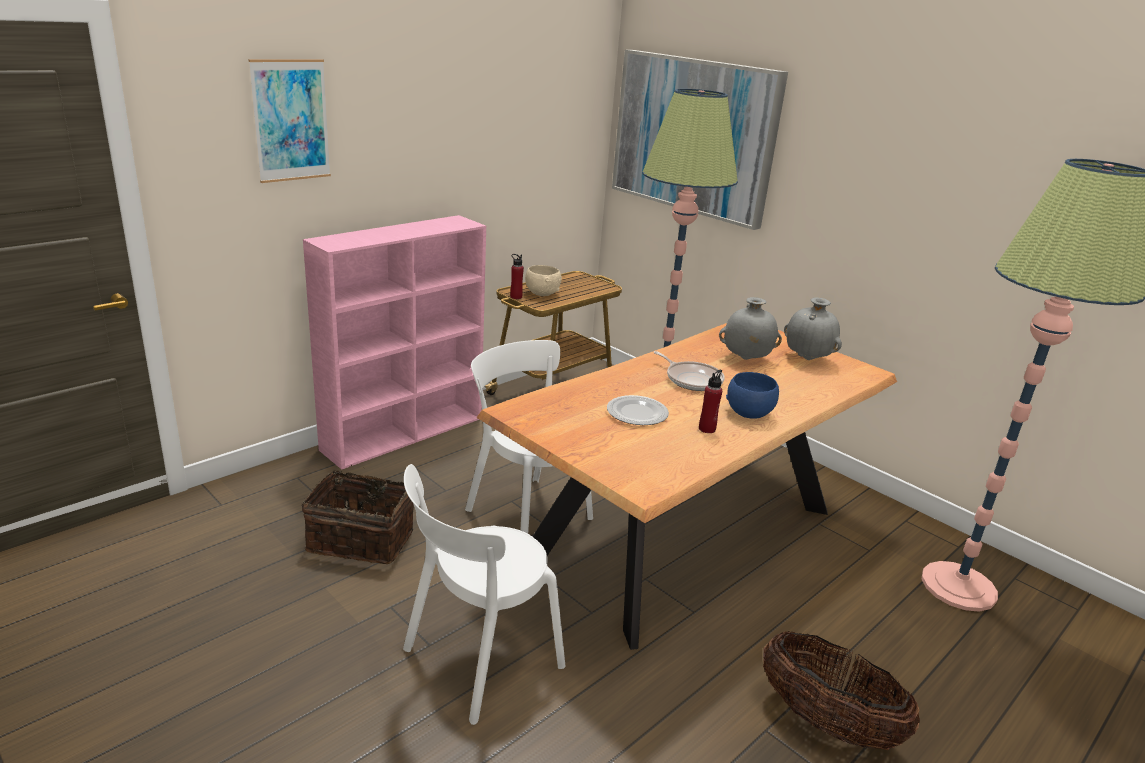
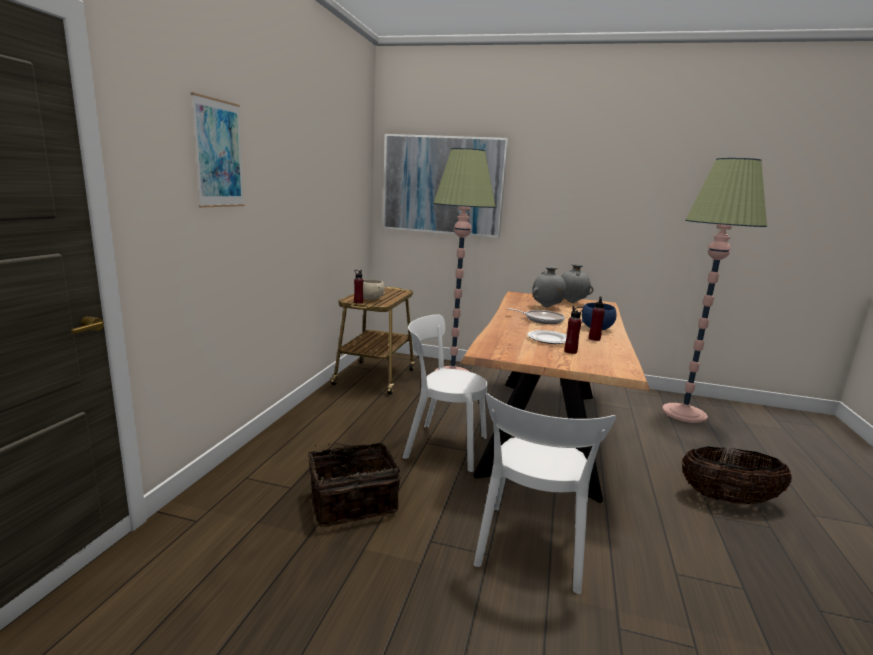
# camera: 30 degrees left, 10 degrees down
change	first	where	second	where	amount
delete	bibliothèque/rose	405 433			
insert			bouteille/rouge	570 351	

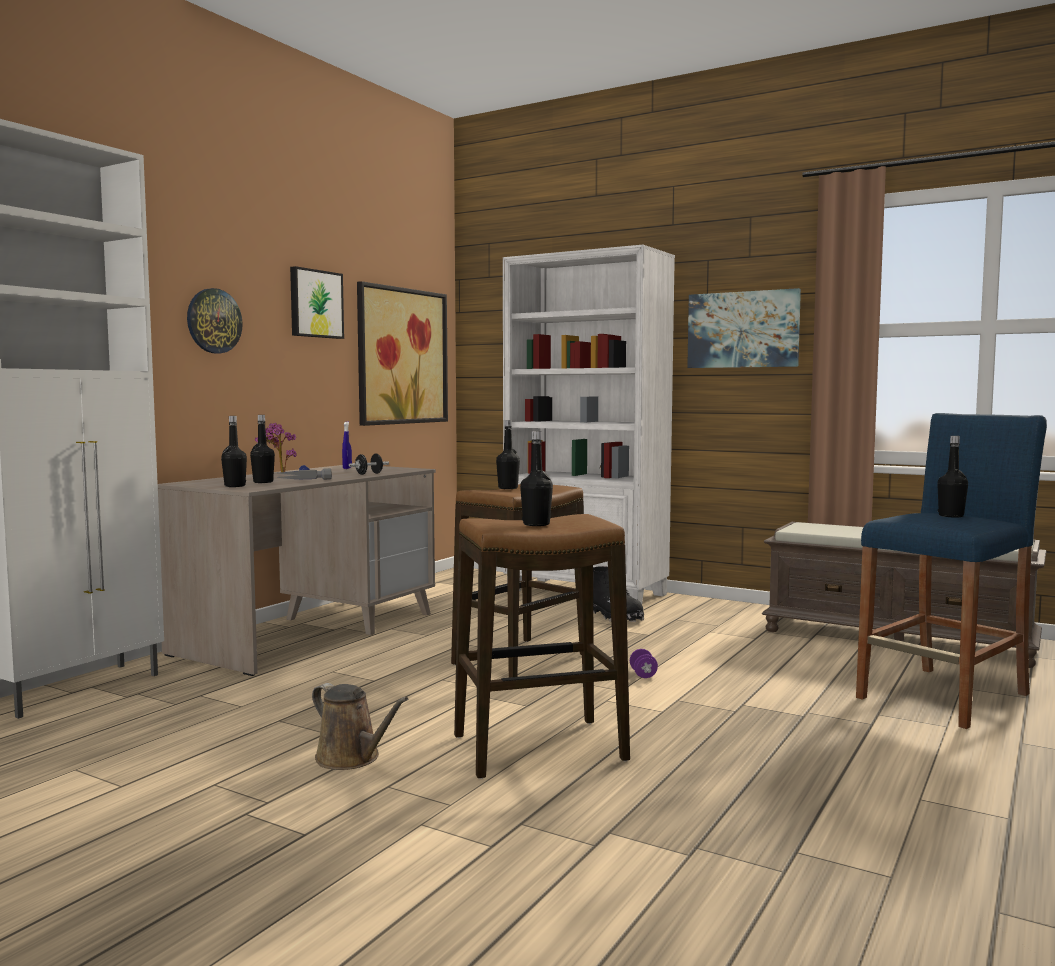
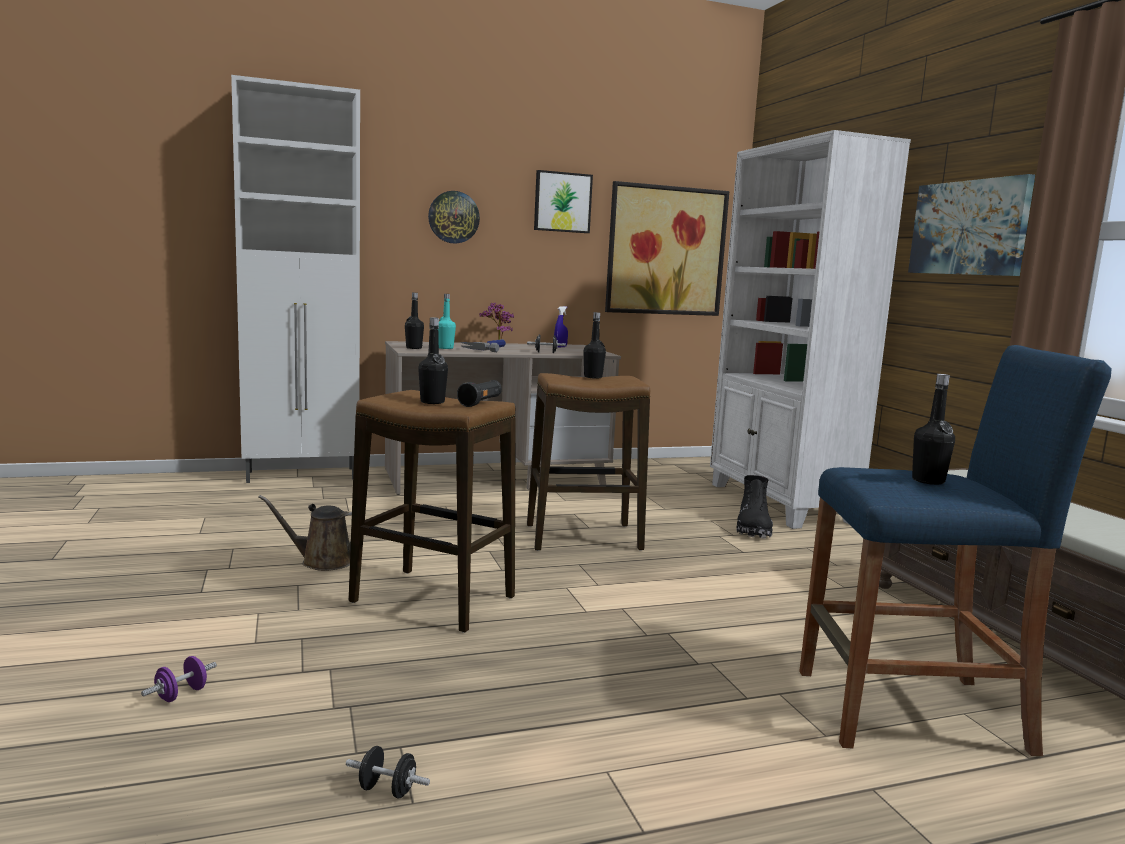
# camera: 40 degrees right, 5 degrees up
change	first	where	second	where	amount
insert			haltère/noir	387 790	
insert			lampe de poche/noir	481 403	
move	haltère/violet	643 675		181 694	
recolor	bouteille/noir	263 482	bouteille/turquoise	445 348	
rotate	arrosoir/marron	352 758		322 561	105 degrees clockwise

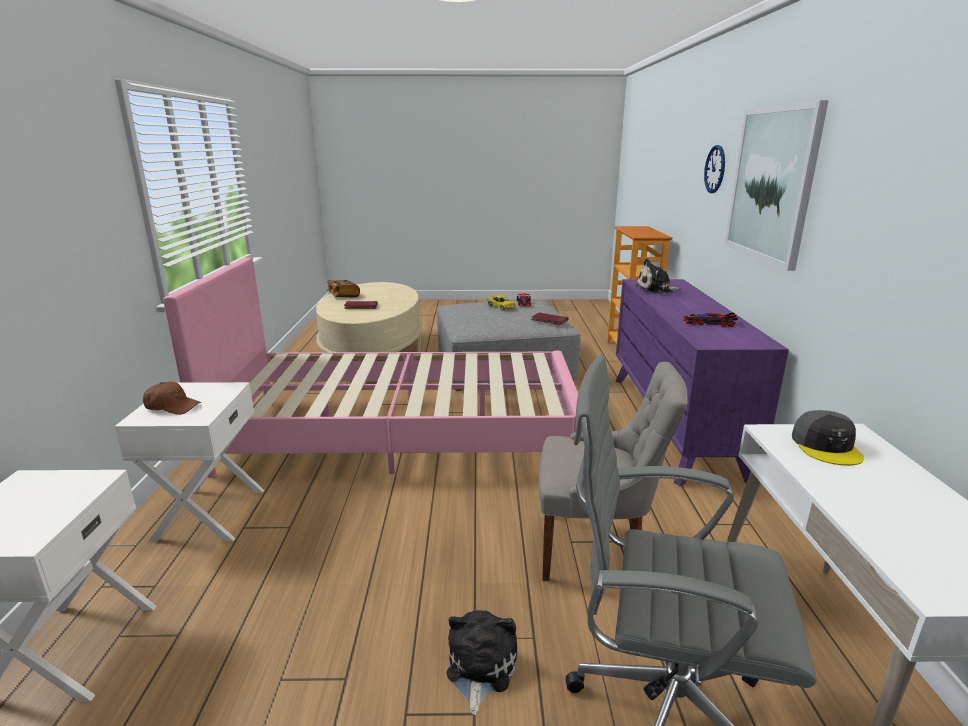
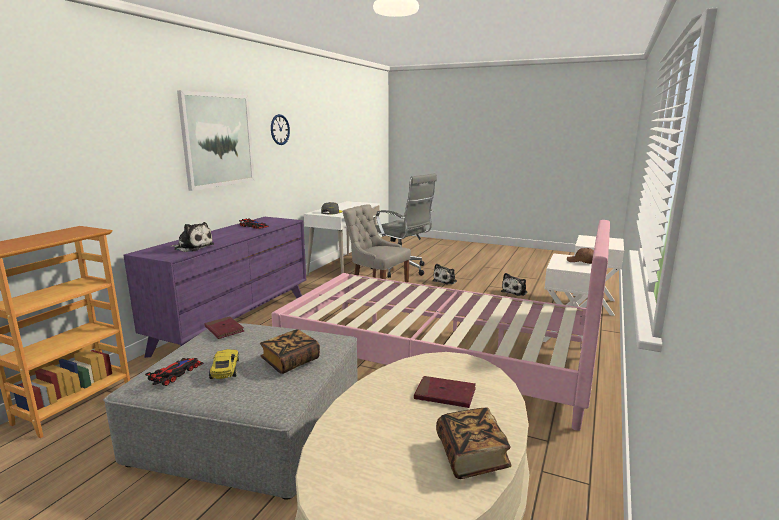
# camera: 155 degrees left, 5 degrees down
change	first	where	second	where	amount
insert			livre	290 361	
insert			peluche	515 292	
move	horloge murale	715 169		280 129	

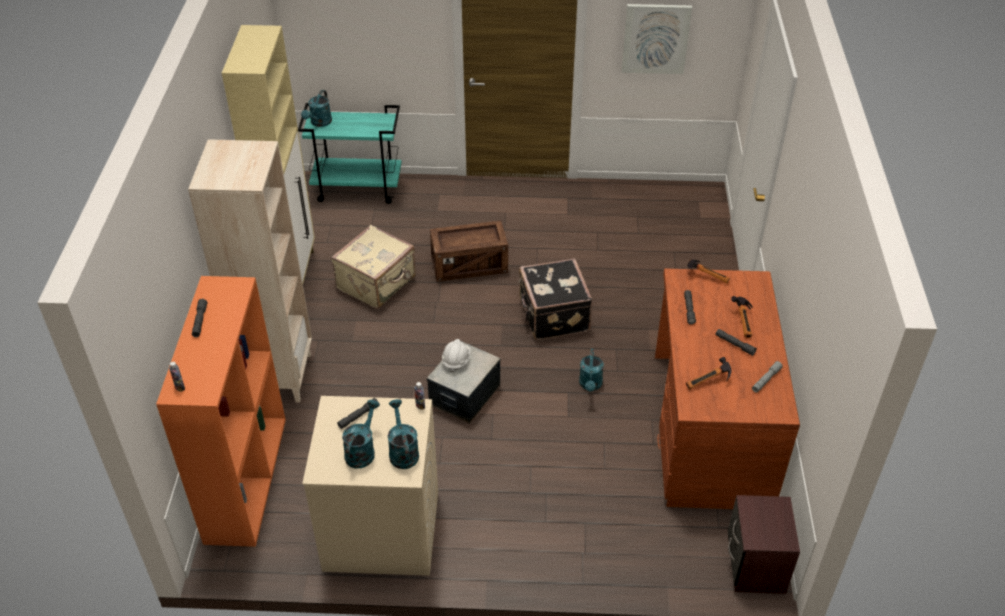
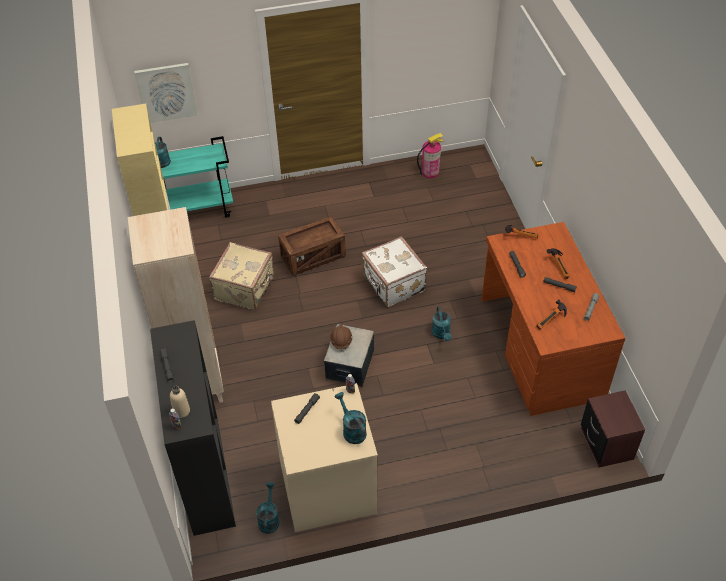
# camera: 15 degrees left, 5 degrees up
change	first	where	second	where	amount
insert			bouteille/beige	181 411	
insert			extincteur	430 172	
move	arrosoir/turquoise	362 450		269 518	
move	tableau	655 38		166 92	
recolor	bibliothèque/orange	245 478	bibliothèque/noir	205 474	
recolor	casque de chantier/blanc	456 360	casque de chantier/marron	341 341	
recolor	valise/noir	552 316	valise/blanc	393 284	

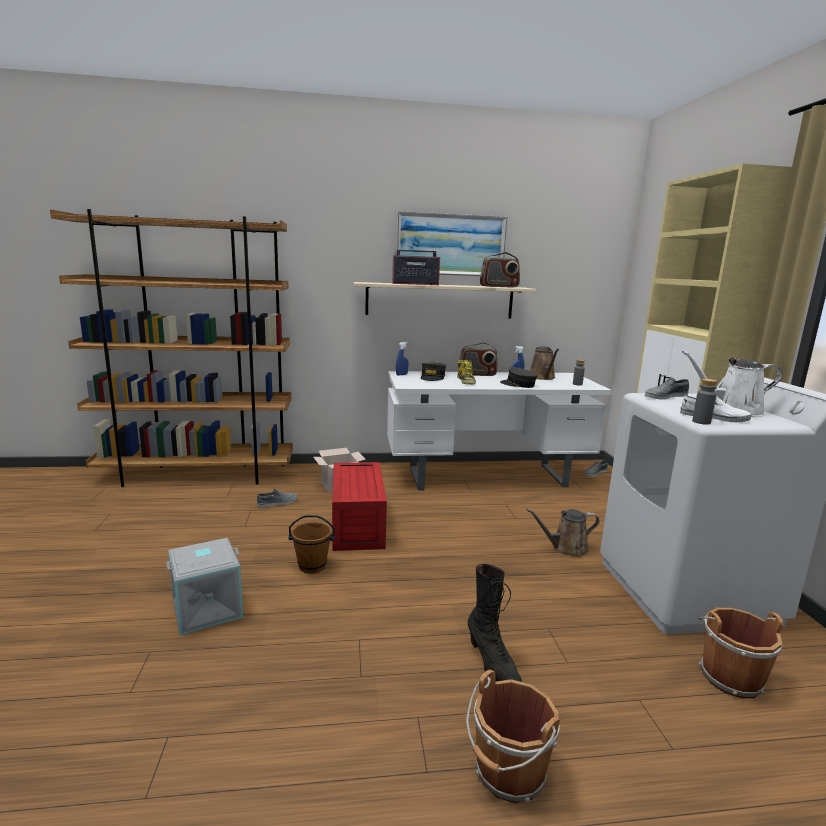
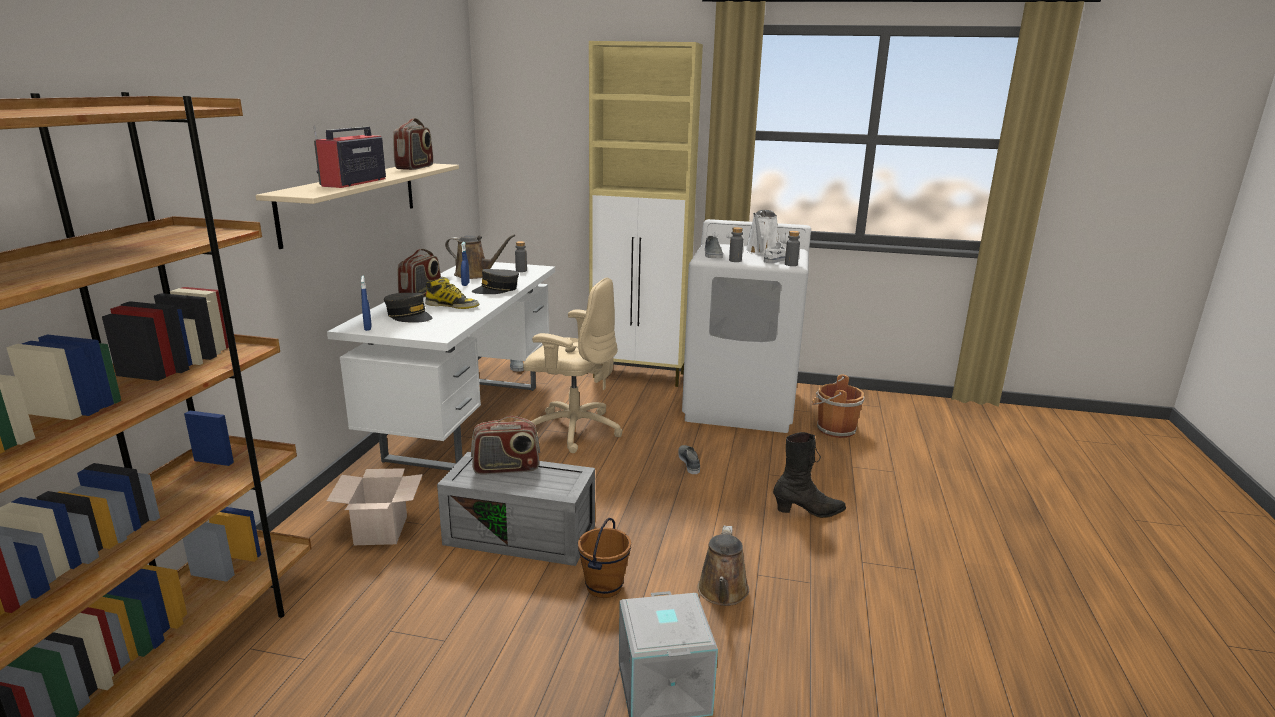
# camera: 70 degrees left, 5 degrees up
change	first	where	second	where	amount
delete	tableau	450 245			
delete	seau/marron	508 773			
insert			radio	506 468	
insert			chaise de bureau/beige	573 430	
insert			bouteille/gris	735 260	
move	chaussure/gris	277 502		689 462	
move	arrosoir/marron	566 548		722 593	
recolor	boîte de rangement/rouge	359 525	boîte de rangement/gris	523 534	

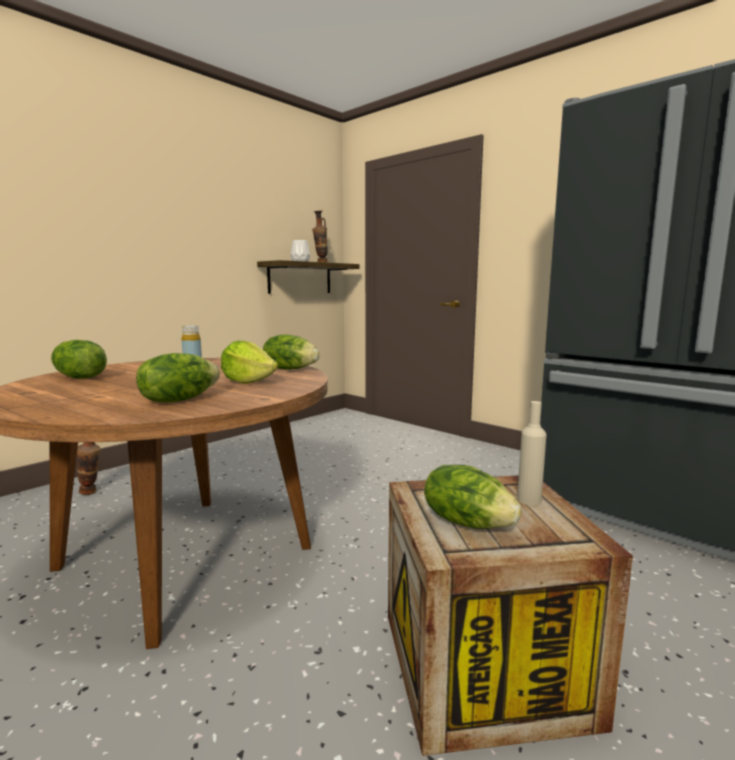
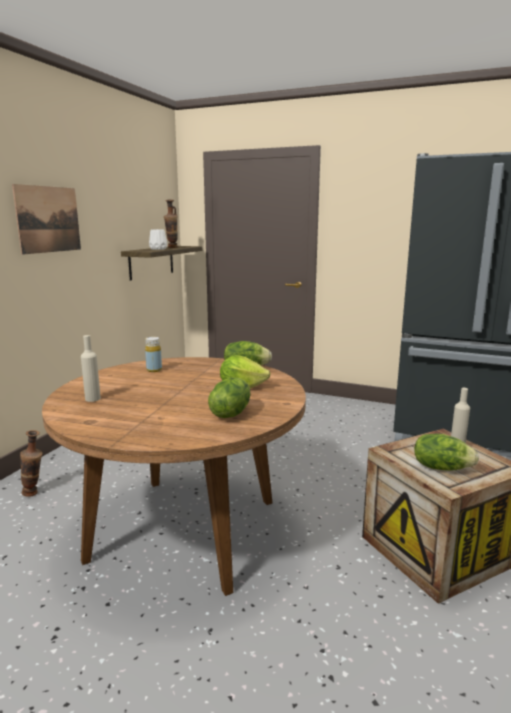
# camera: 20 degrees left, 5 degrees up
change	first	where	second	where	amount
insert			tableau	48 219	
replace	laitue	79 378	bouteille/beige	92 399	

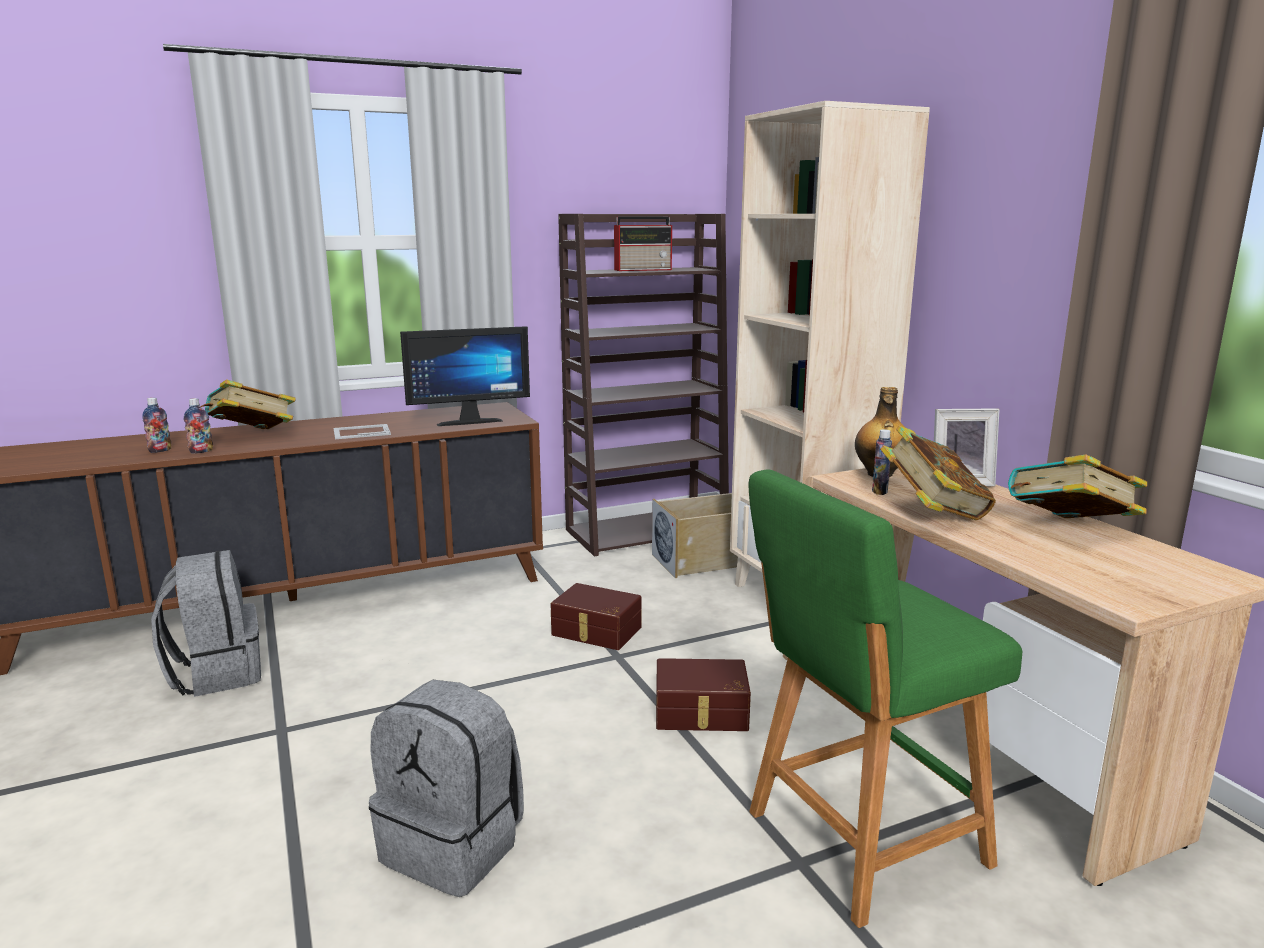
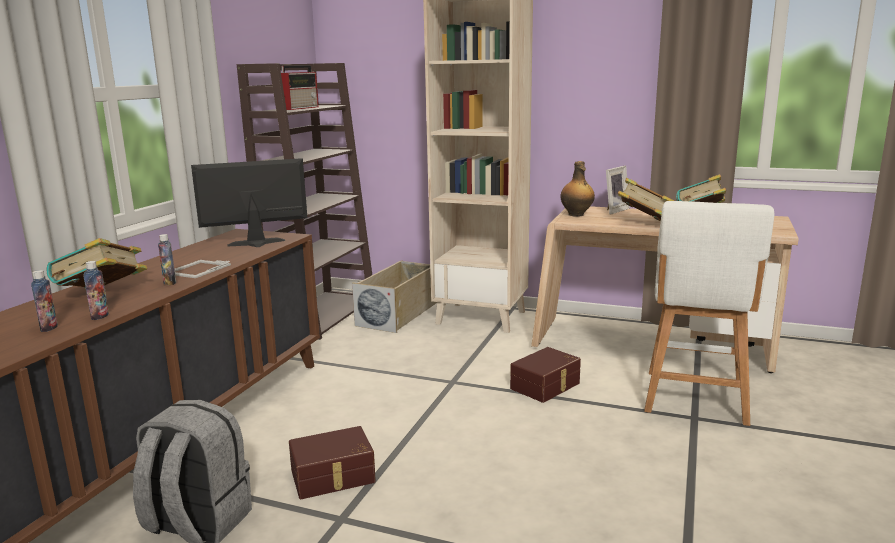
# camera: 45 degrees left, 0 degrees up
change	first	where	second	where	amount
delete	sac à dos/gris	455 846			
move	boîte de rangement/marron	596 632		333 477	
move	bouteille	879 491		170 282	
recolor	tabouret/vert	857 842	tabouret/blanc	695 400	
rotate	écran d'ordinateur	468 421		257 244	135 degrees counterclockwise

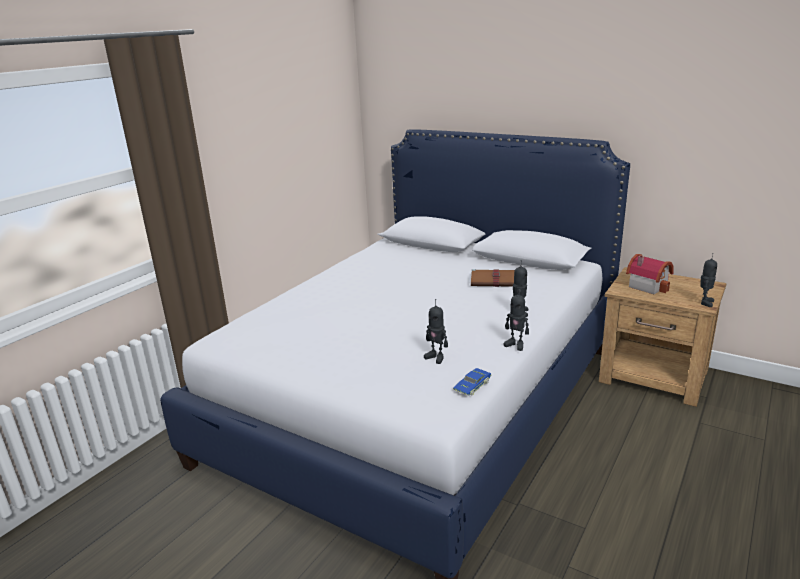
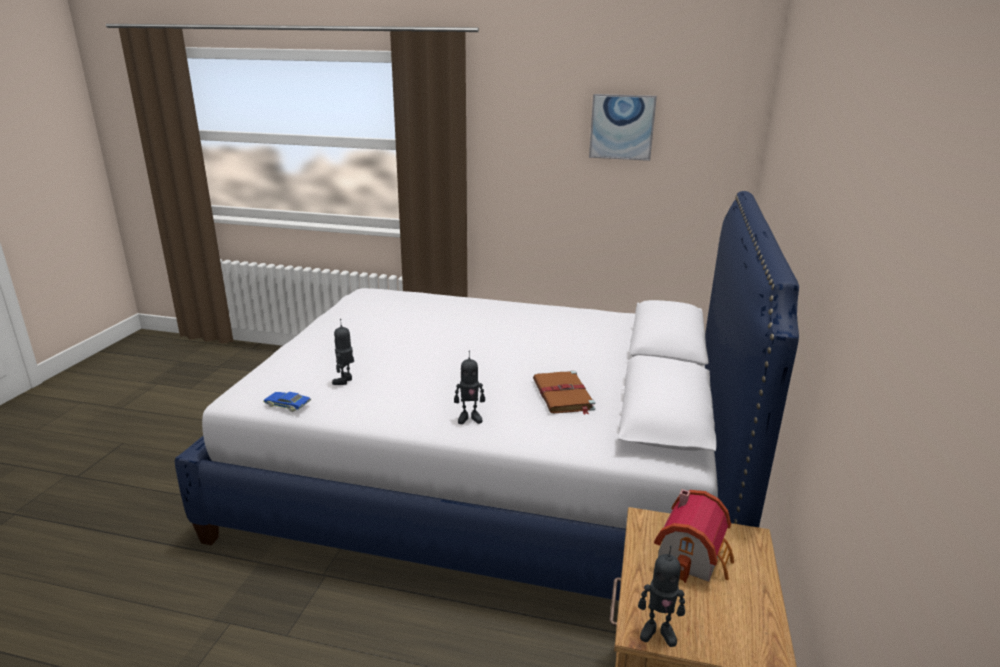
# camera: 70 degrees right, 0 degrees up
change	first	where	second	where	amount
delete	robot jouet	515 345			
insert			tableau	622 127	

